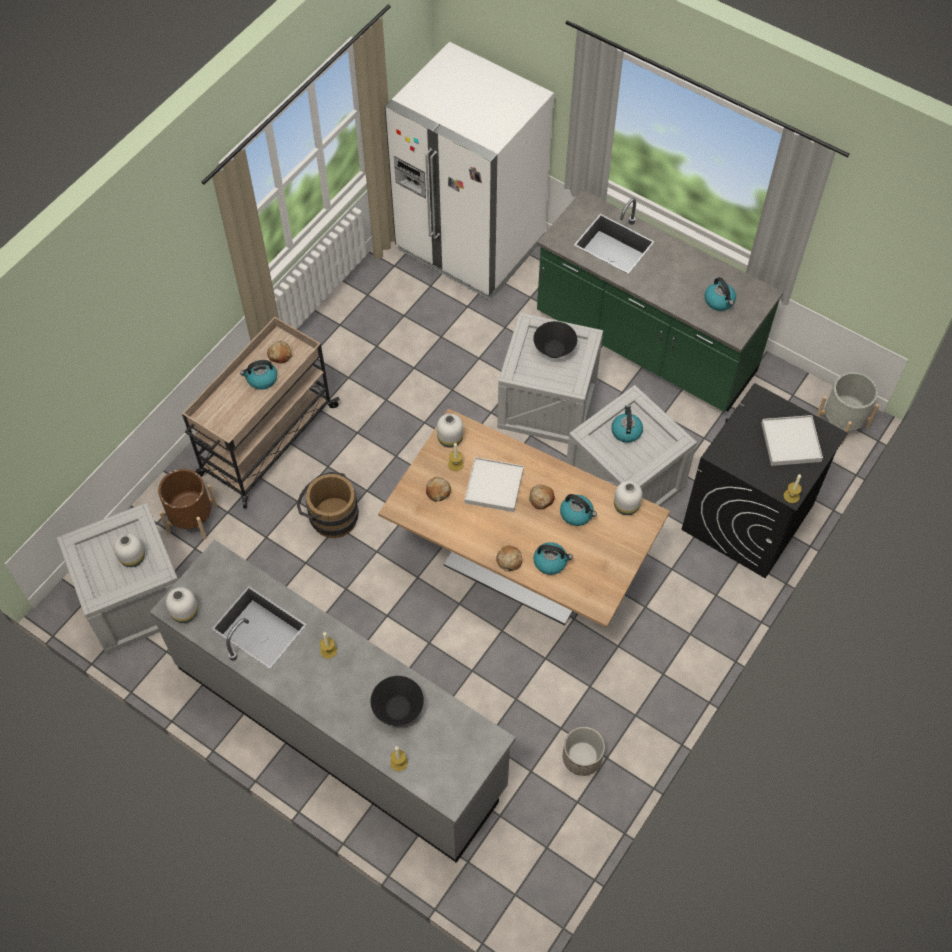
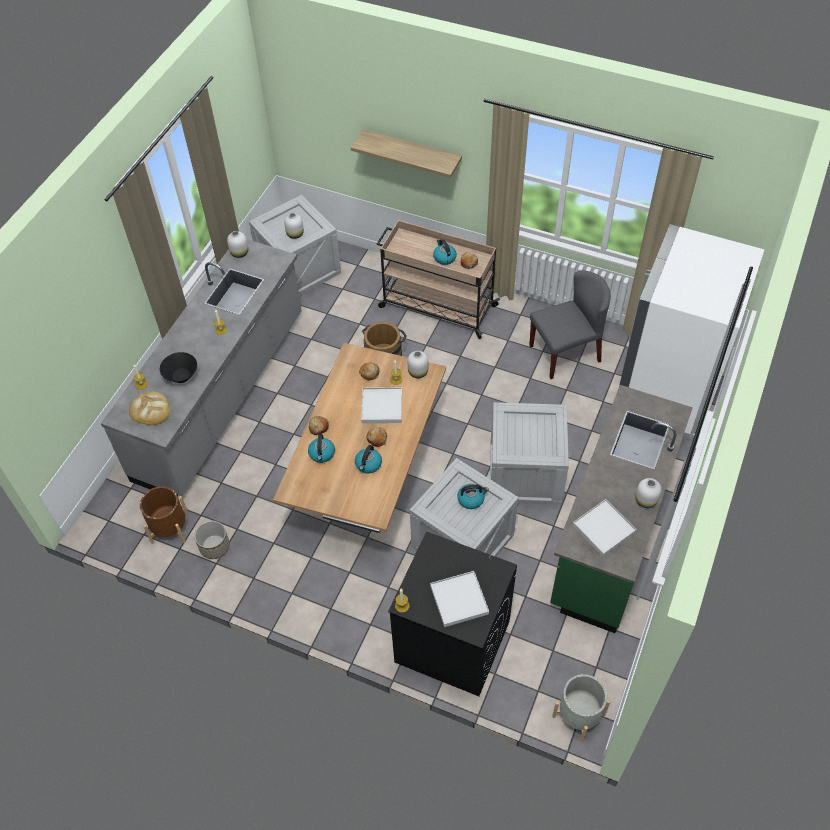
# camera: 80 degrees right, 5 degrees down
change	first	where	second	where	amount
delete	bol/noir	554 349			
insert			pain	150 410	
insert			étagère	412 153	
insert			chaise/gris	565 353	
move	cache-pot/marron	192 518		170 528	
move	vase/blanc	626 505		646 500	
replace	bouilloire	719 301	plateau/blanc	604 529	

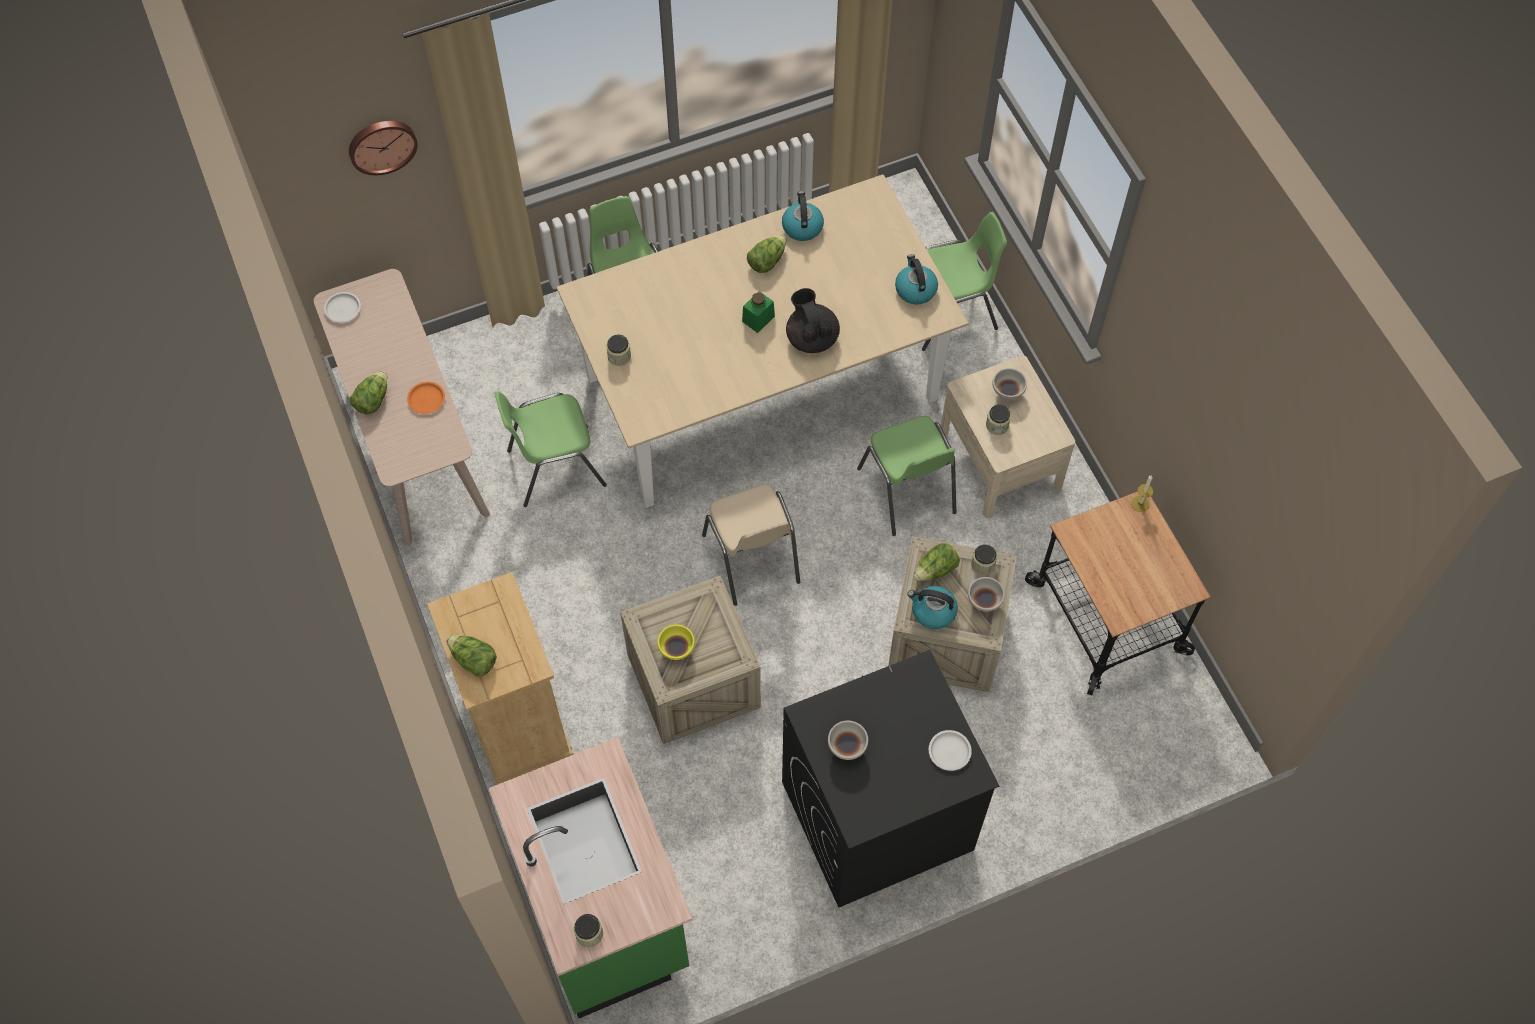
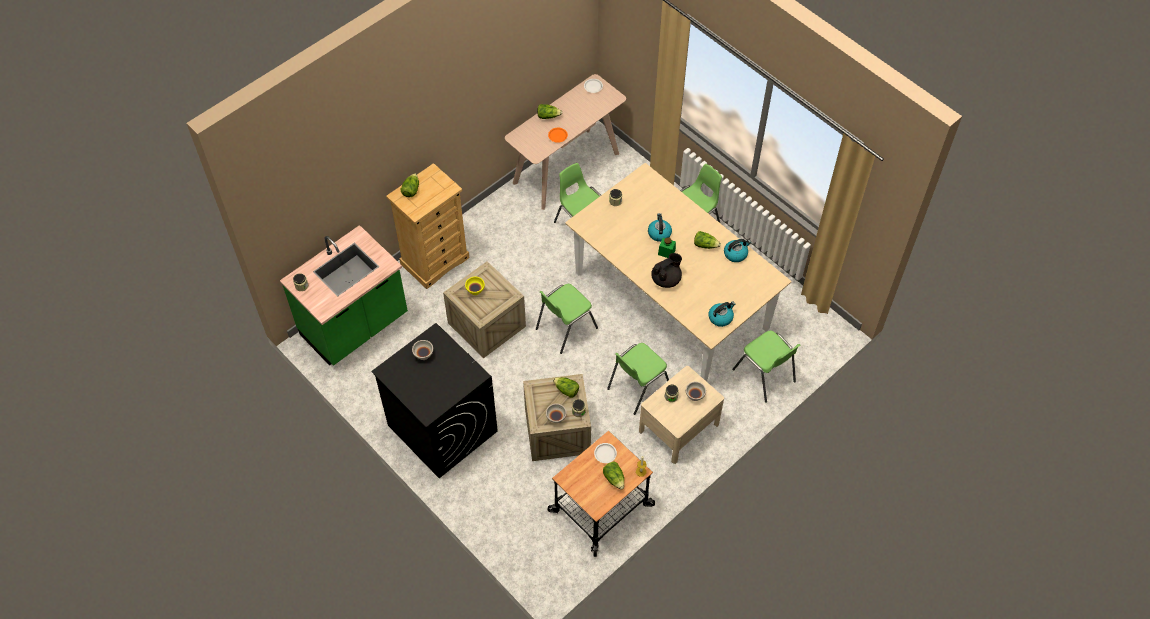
# camera: 70 degrees right, 5 degrees down
change	first	where	second	where	amount
delete	horloge murale	382 145			
insert			laitue	614 478	
move	bouilloire	932 611		659 233	
move	assiette/blanc	949 751		605 453	
recolor	chaise/beige	751 559	chaise/vert	565 328	

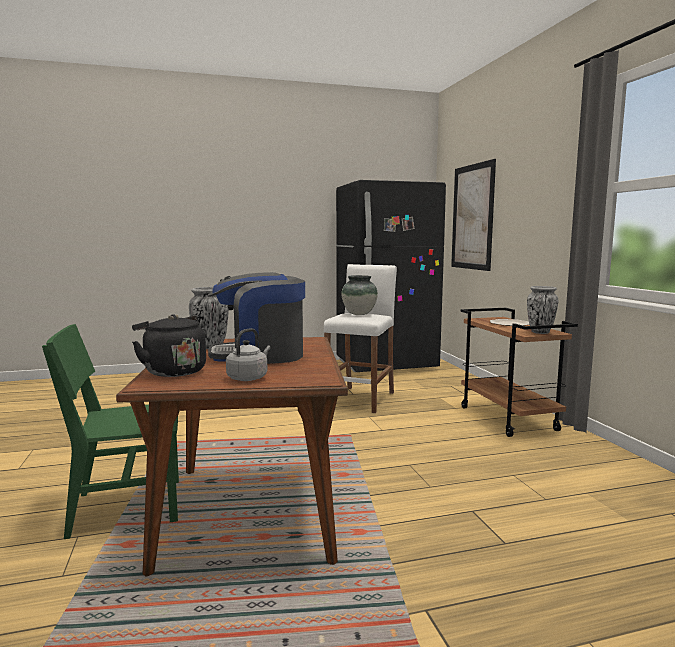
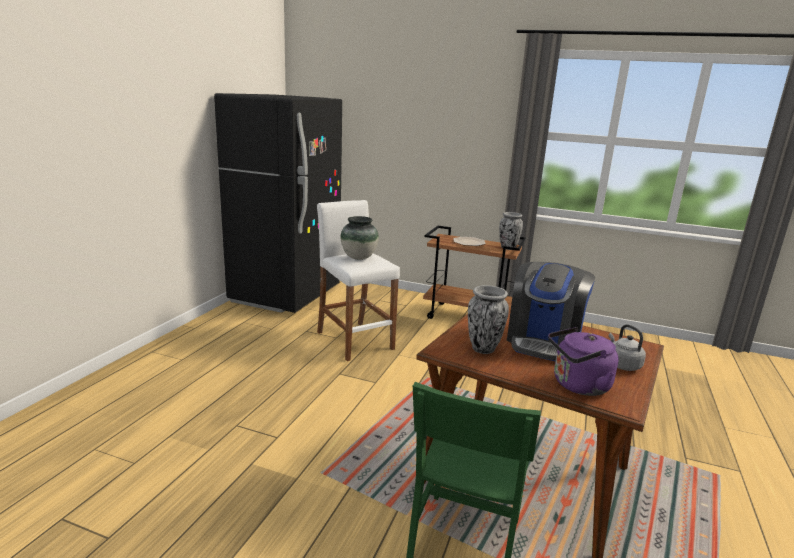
# camera: 55 degrees left, 10 degrees up
change	first	where	second	where	amount
delete	tableau	472 217			
recolor	bouilloire/noir	172 371	bouilloire/violet	578 386	

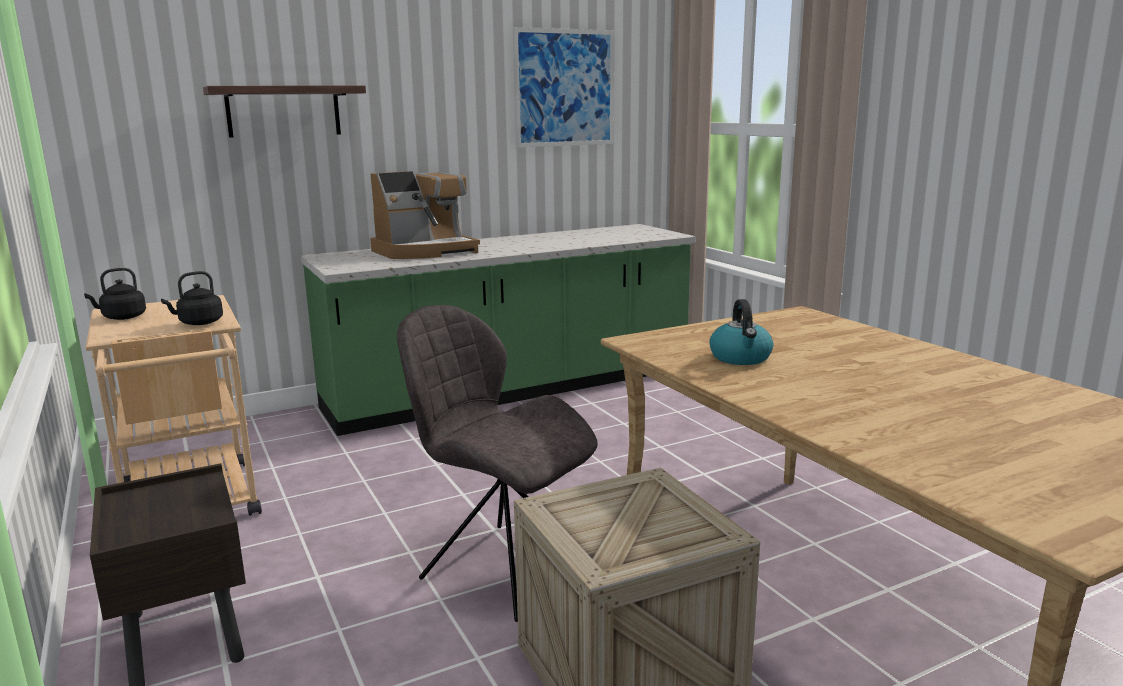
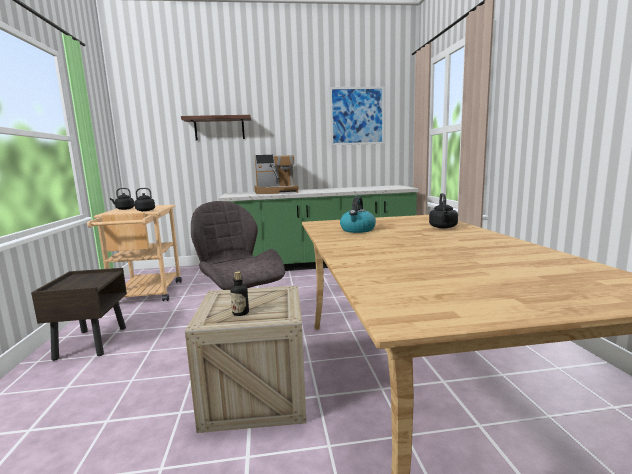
# camera: 20 degrees right, 5 degrees down
change	first	where	second	where	amount
insert			bouteille	240 313	
insert			bouilloire/noir	443 227	

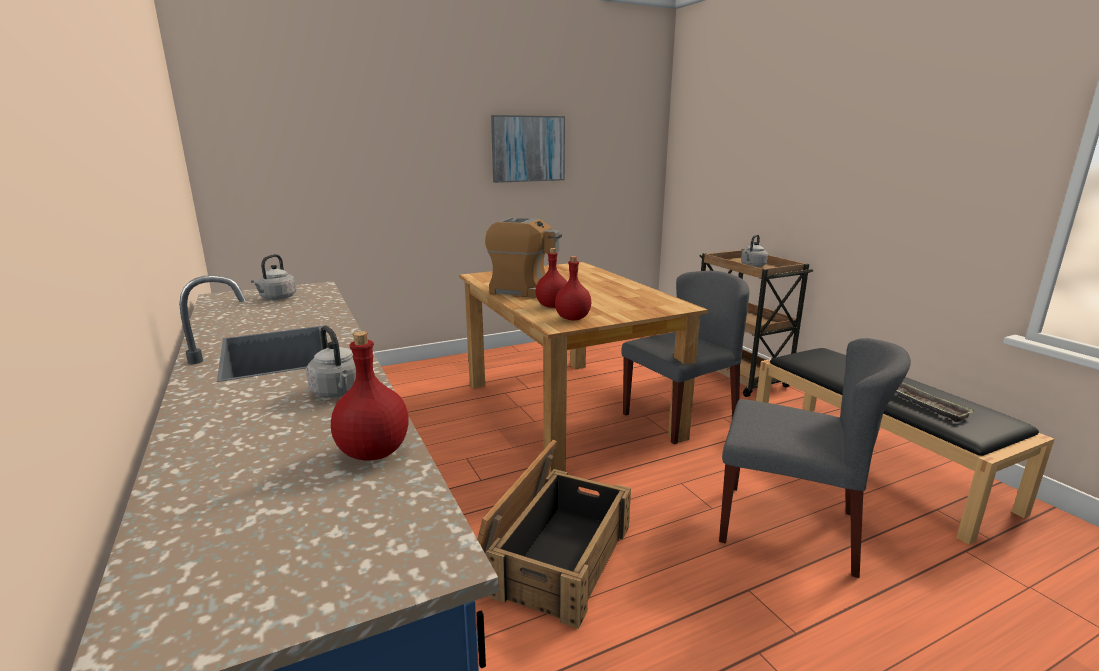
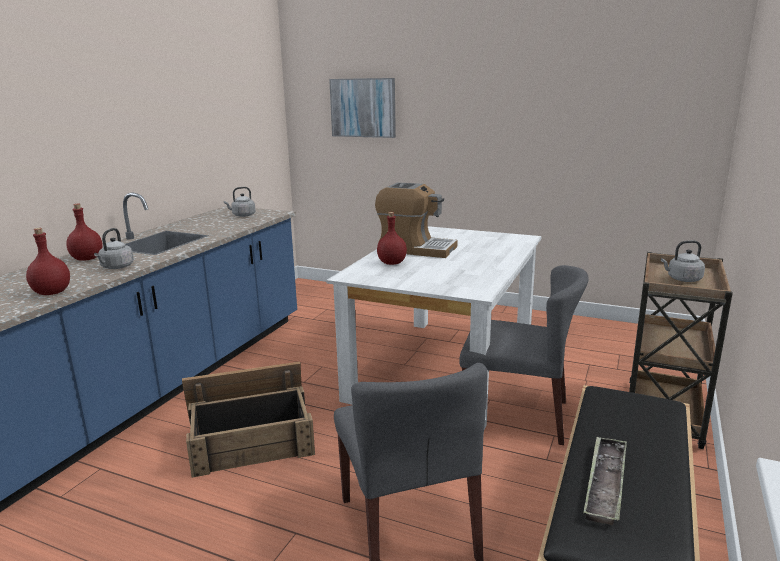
# camera: 50 degrees right, 0 degrees up
change	first	where	second	where	amount
move	tableau	528 149		363 108	
move	bouteille/rouge	572 318		87 258	
recolor	table à manger/marron	566 408	table à manger/blanc	443 367	
rotate	machine à café	531 291		416 249	45 degrees counterclockwise

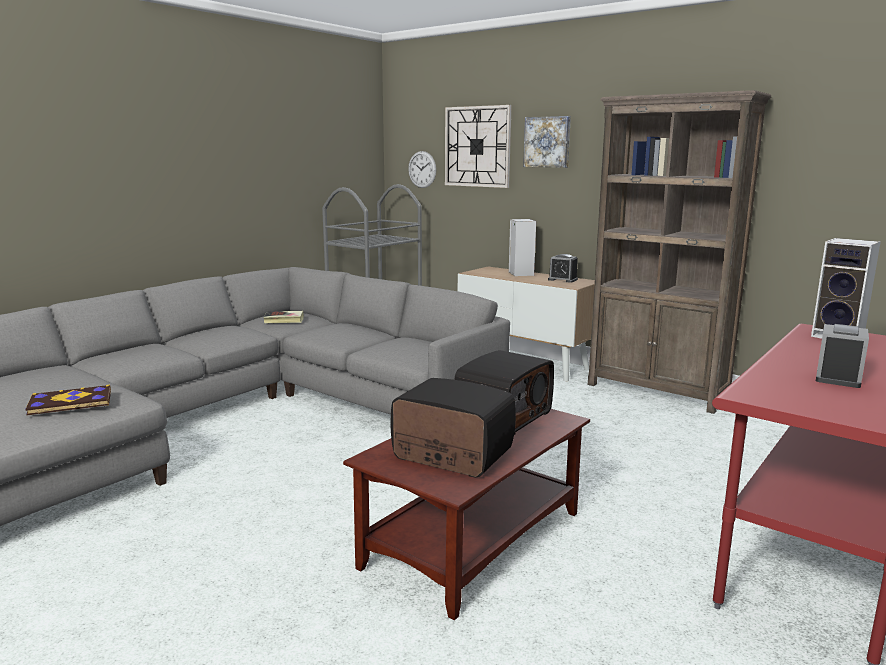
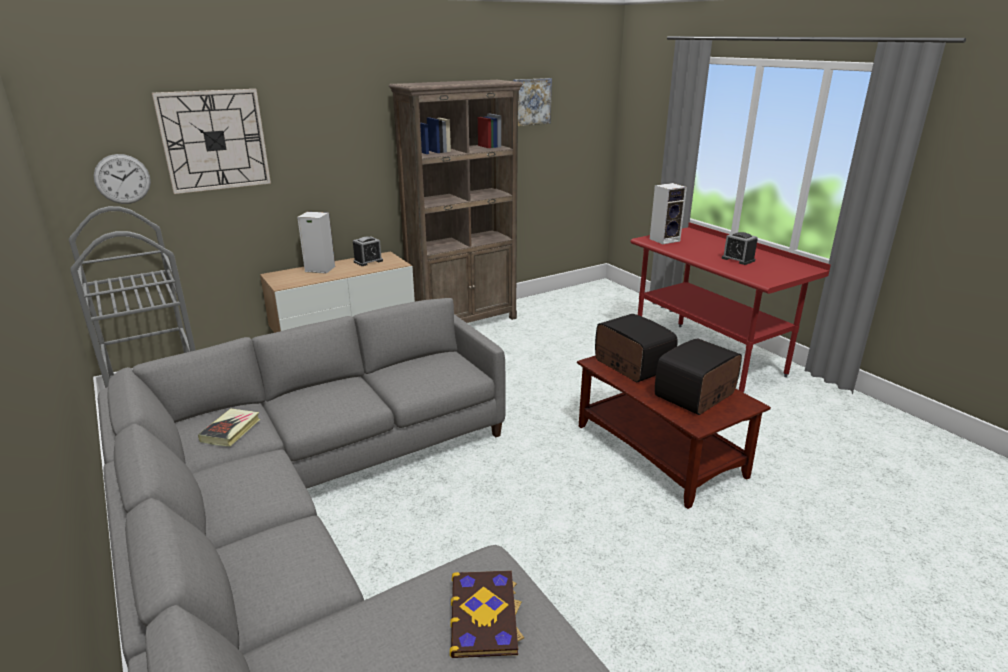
# camera: 70 degrees left, 10 degrees up
change	first	where	second	where	amount
move	tableau	547 142		530 102	

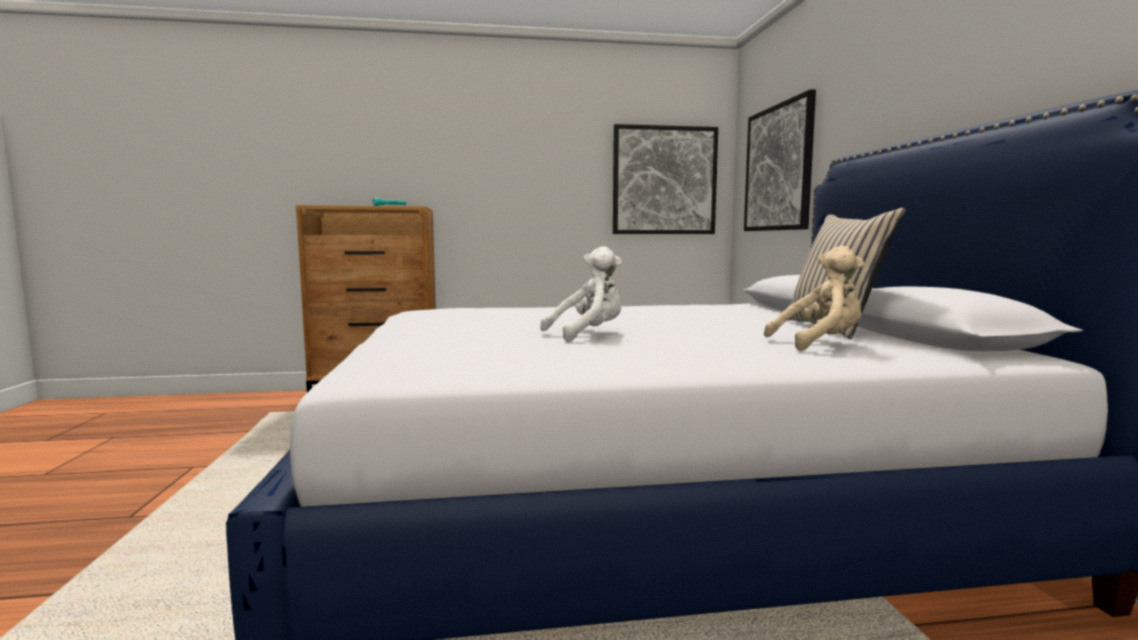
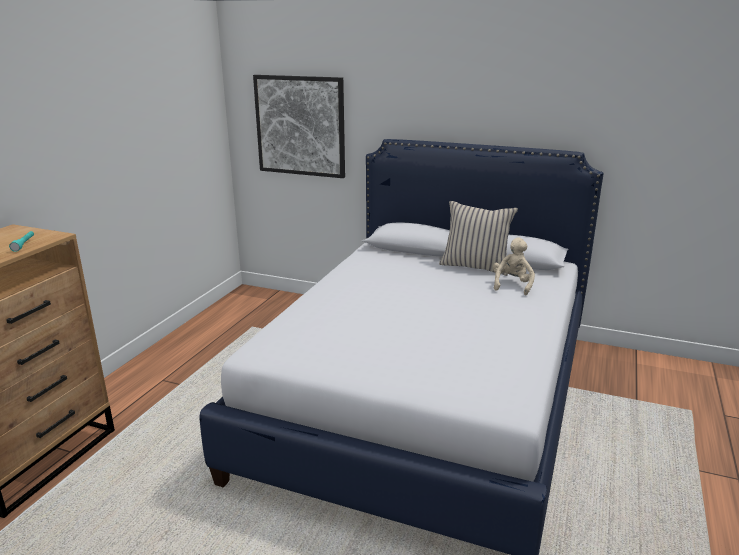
# camera: 60 degrees left, 15 degrees up
change	first	where	second	where	amount
delete	peluche/blanc	588 334			
delete	tableau	664 180			

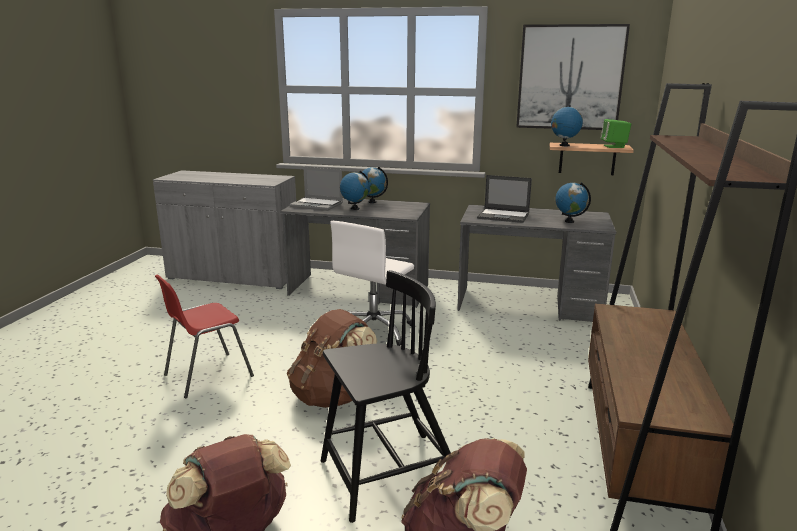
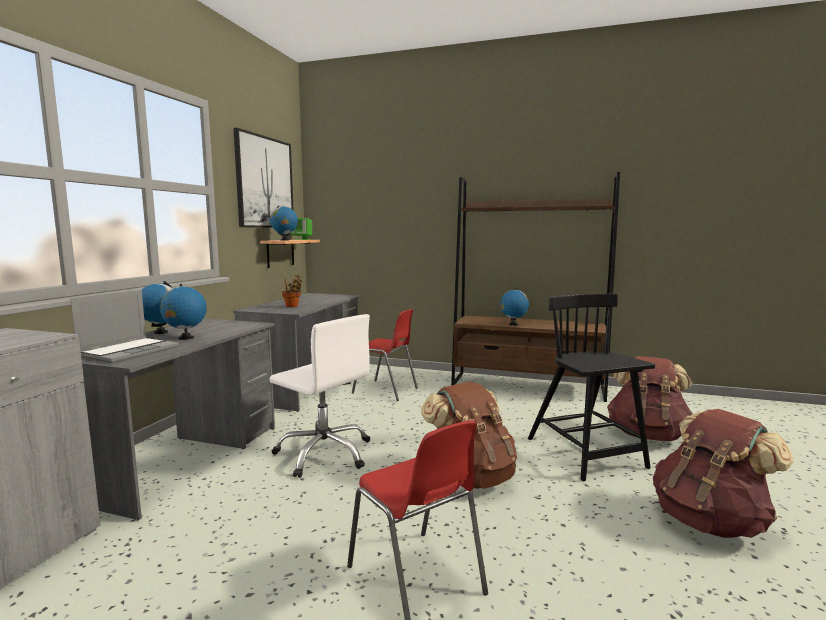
# camera: 85 degrees left, 10 degrees down
change	first	where	second	where	amount
insert			chaise/rouge	386 391	
move	globe	569 221		513 324	
replace	ordinateur portable	504 216	plante en pot	293 306	

